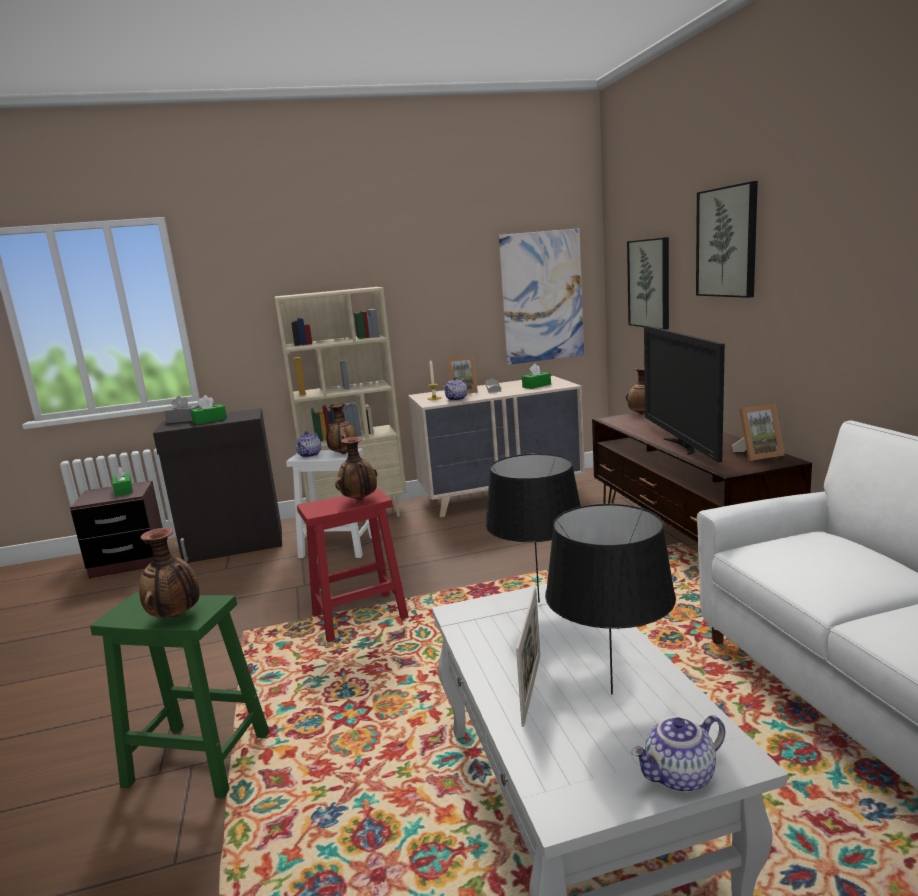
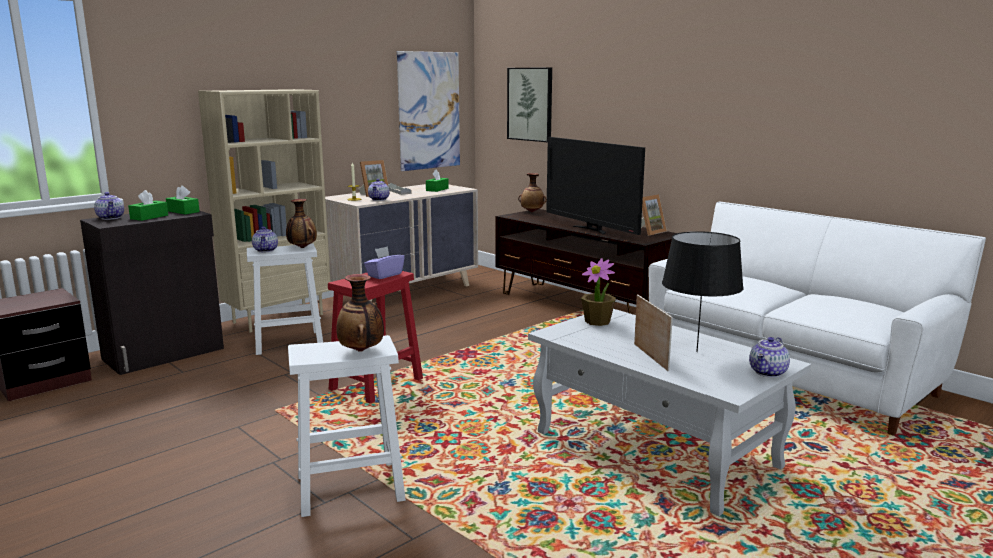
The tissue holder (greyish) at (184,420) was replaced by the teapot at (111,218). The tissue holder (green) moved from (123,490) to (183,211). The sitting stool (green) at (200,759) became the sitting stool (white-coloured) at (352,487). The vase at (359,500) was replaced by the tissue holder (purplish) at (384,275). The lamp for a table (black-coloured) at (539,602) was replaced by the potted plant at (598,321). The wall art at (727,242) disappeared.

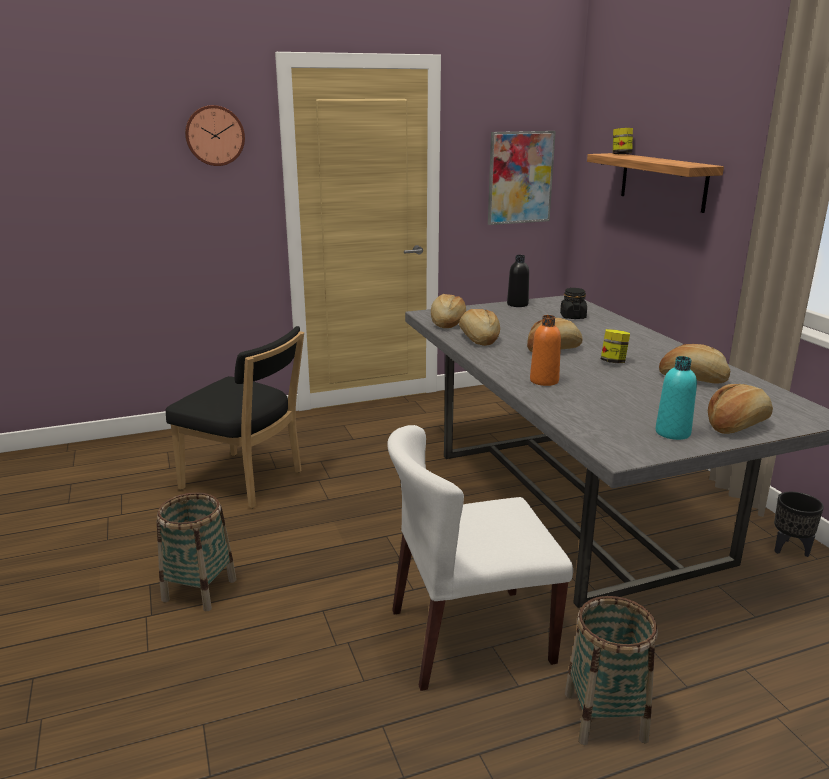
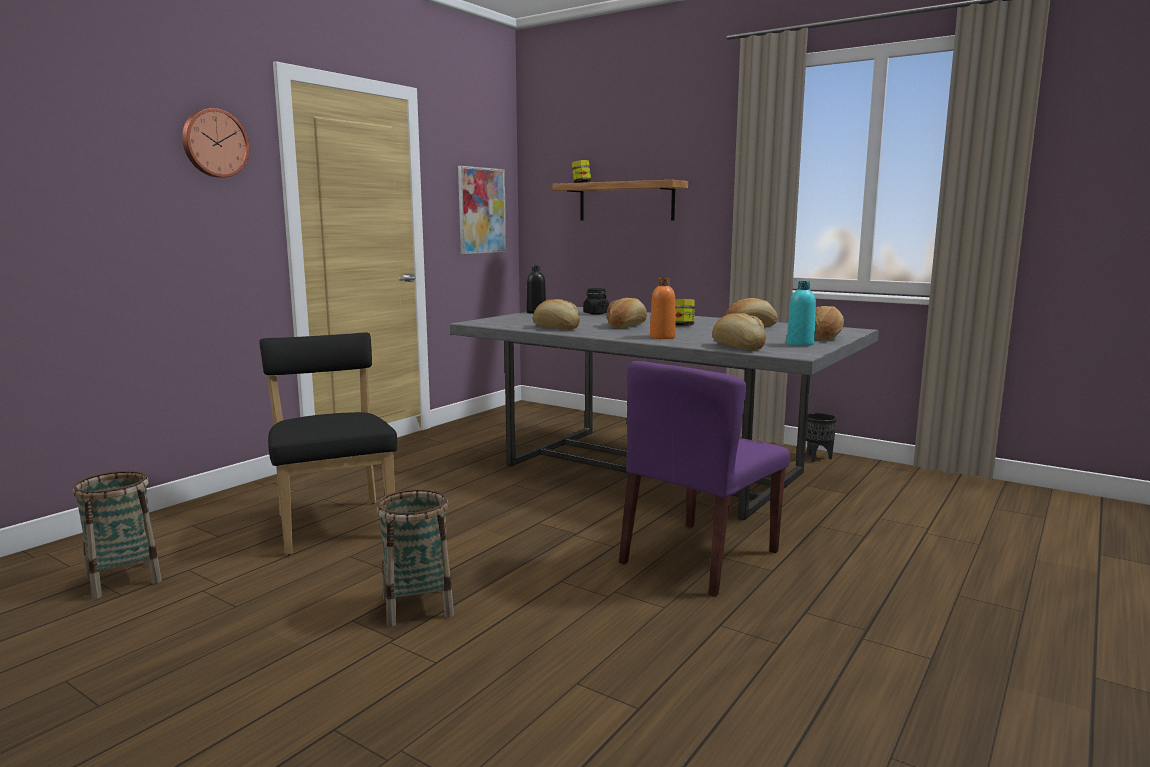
The household basket moved from (605,716) to (123,580). The chair (black-coloured) at (246,481) turned 105 degrees counterclockwise. The chair (white-coloured) at (469,636) became the chair (purplish) at (699,557). The bakery bread moved from (446,322) to (738,347).

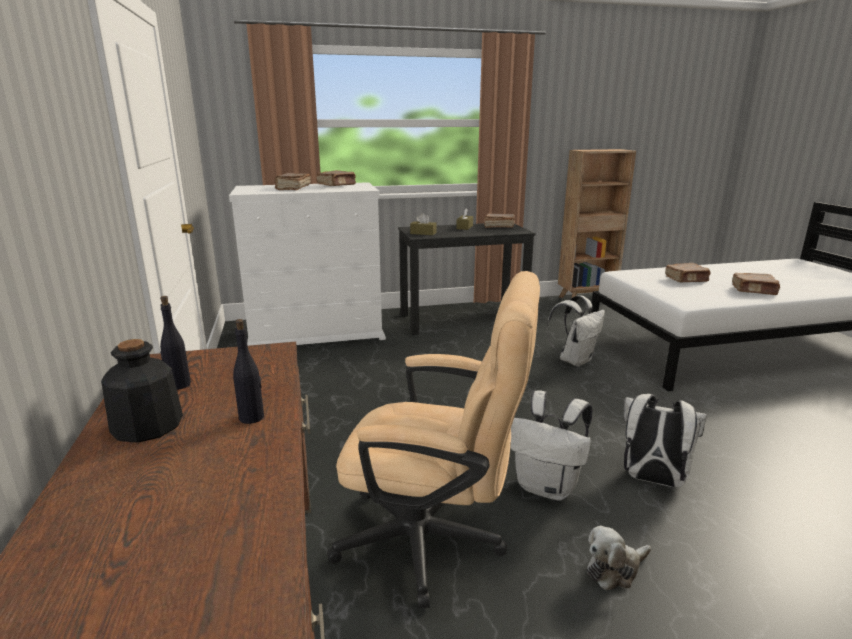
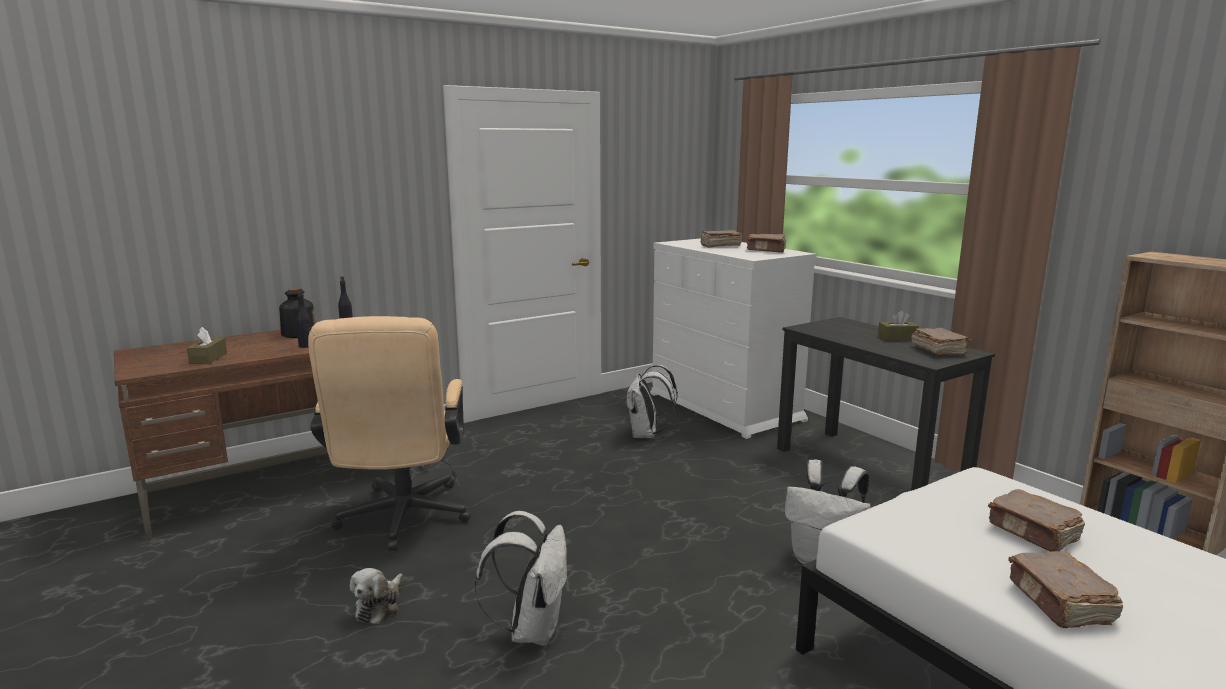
The tissue holder (brownish) moved from (423,233) to (208,358). The soft toy at (615,569) turned 120 degrees counterclockwise. The backpack (white-coloured) moved from (547,487) to (647,435).

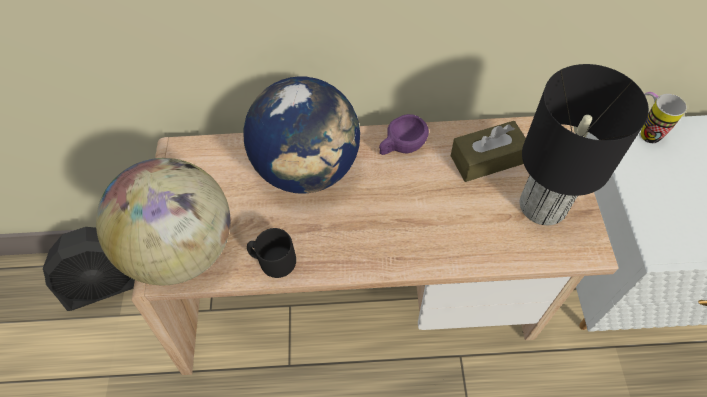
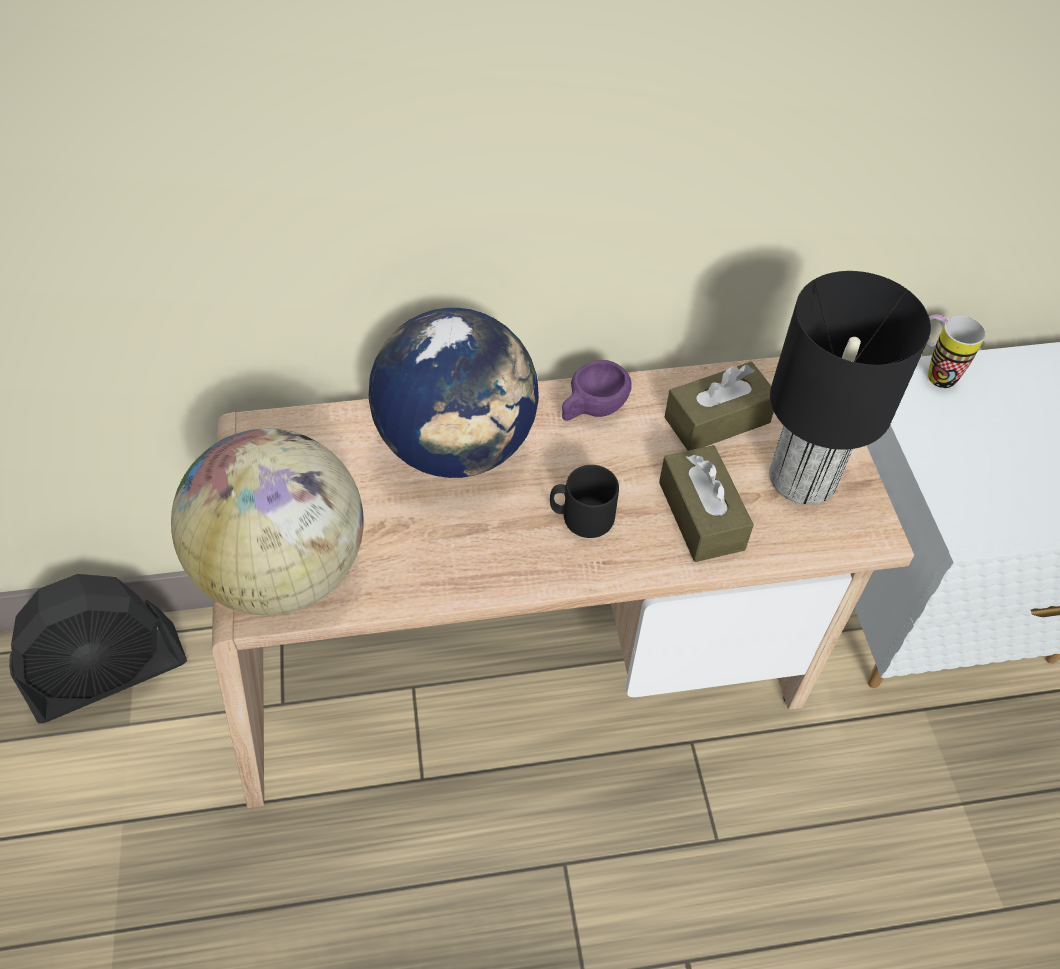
The tea mug (black-coloured) moved from (273,261) to (581,517). The tissue holder (brownish) at (701,515) appeared.

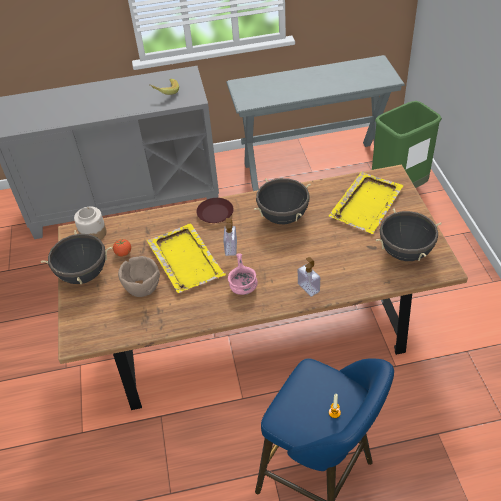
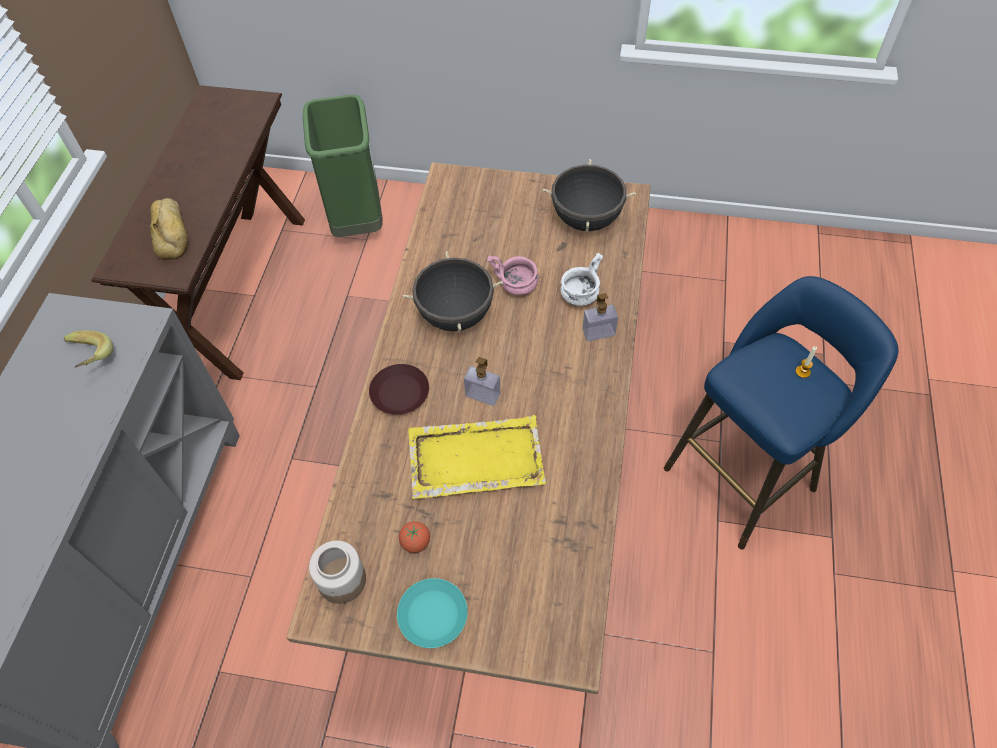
The narrow table (greyish) at (312,165) became the narrow table (brownish) at (242,290). The bakery bread at (172,232) appeared. The saucepot (black-coloured) at (83,274) was replaced by the plate (turquoise-coloured) at (432,615). The serving bowl (pinkish) moved from (243,287) to (517,286). The serving bowl (white-coloured) at (579,295) appeared. The serving bowl (brownish) at (142,287) disappeared. The carrying tray (yellow-coloured) at (366,203) disappeared.

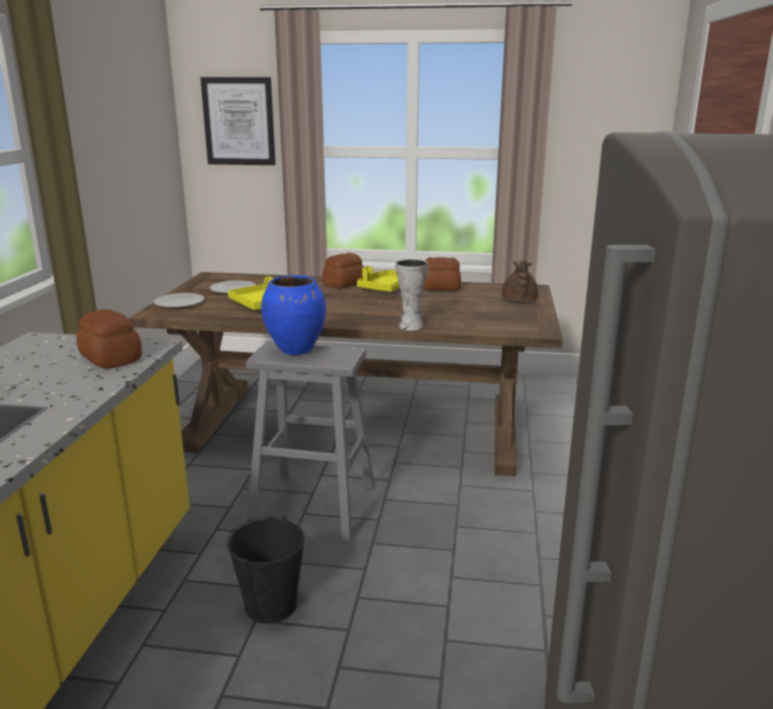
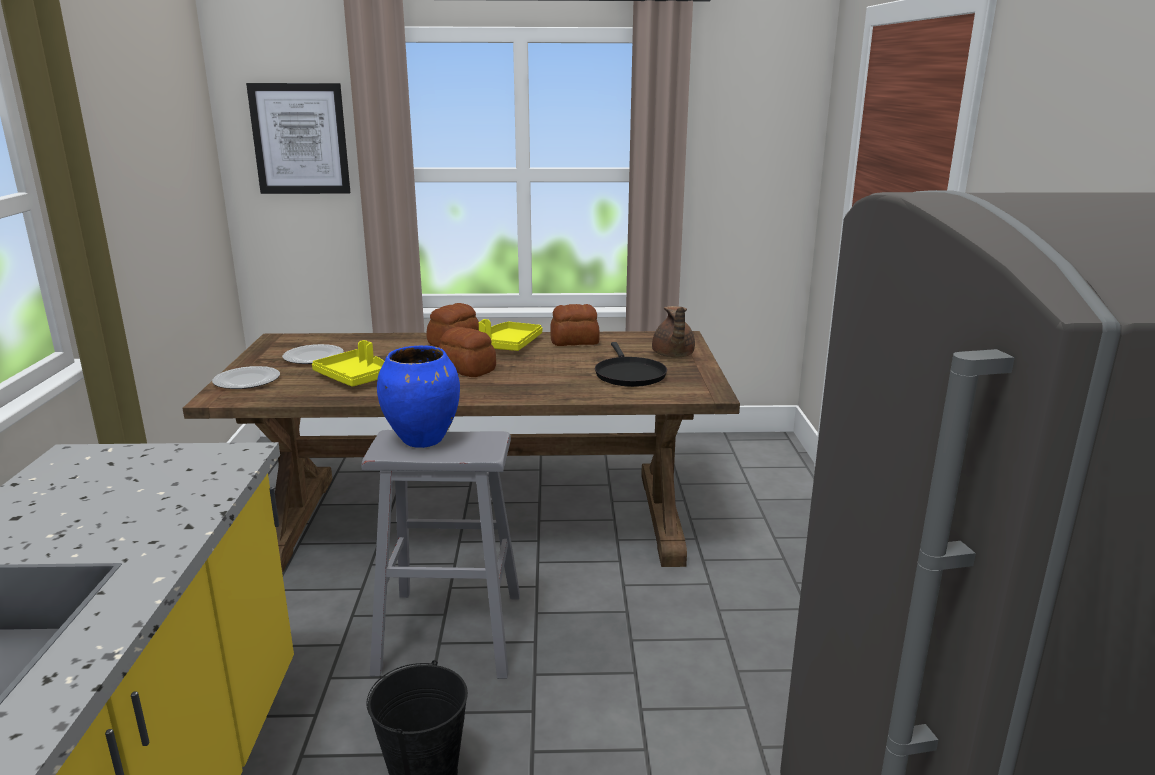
The bakery bread moved from (111,358) to (467,369). The pan (black-coloured) at (628,374) appeared. The vase at (409,326) disappeared.

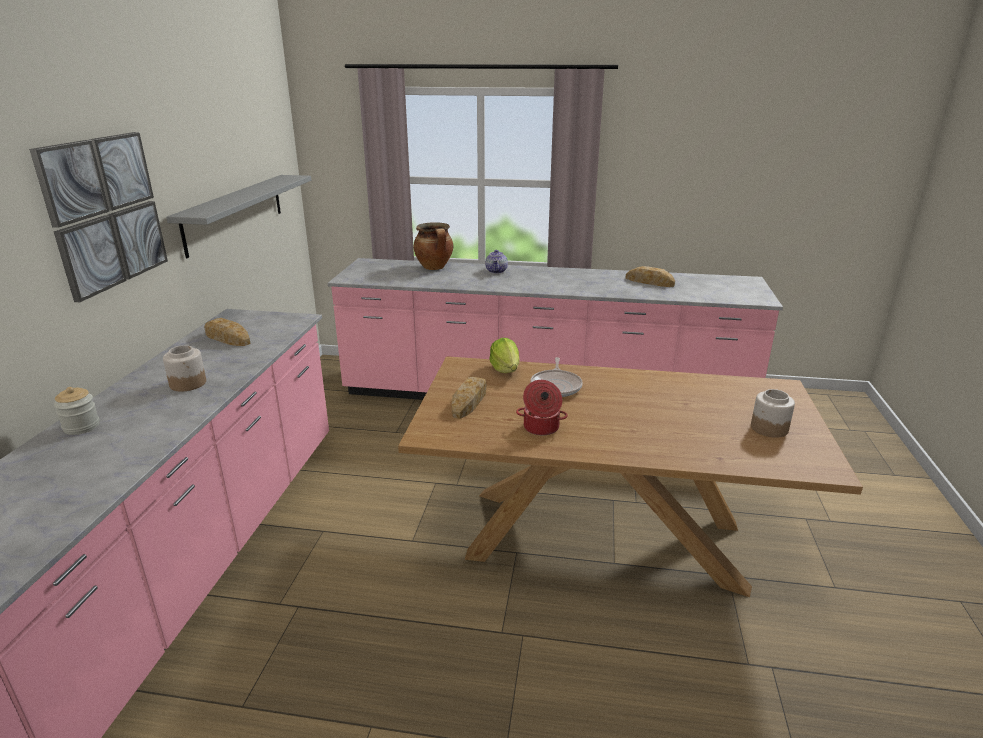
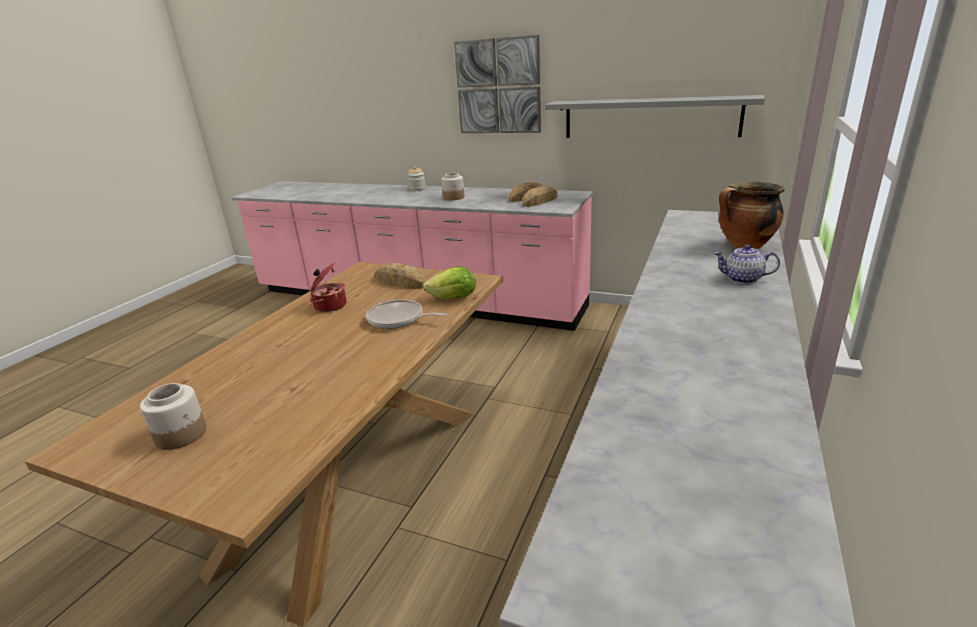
The bakery bread moved from (649,281) to (540,201).

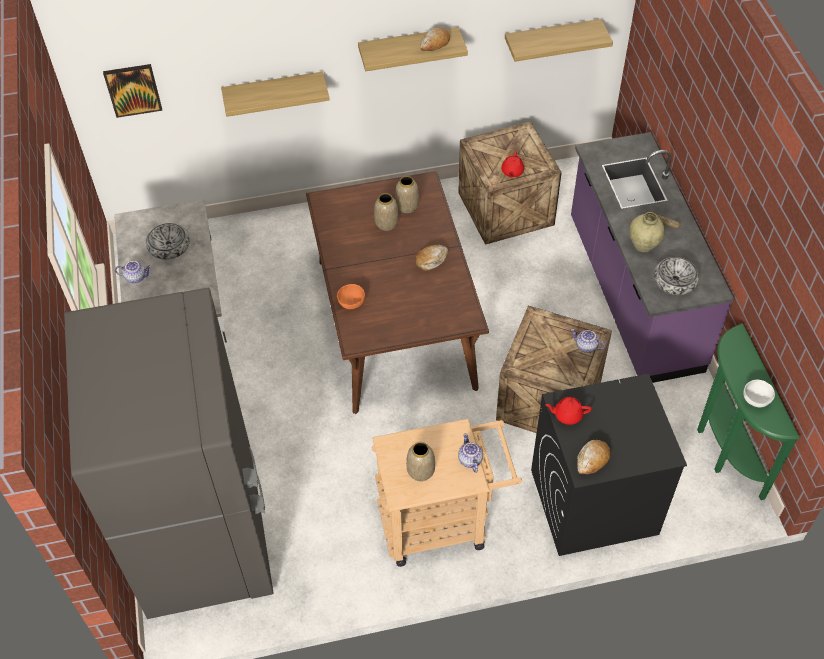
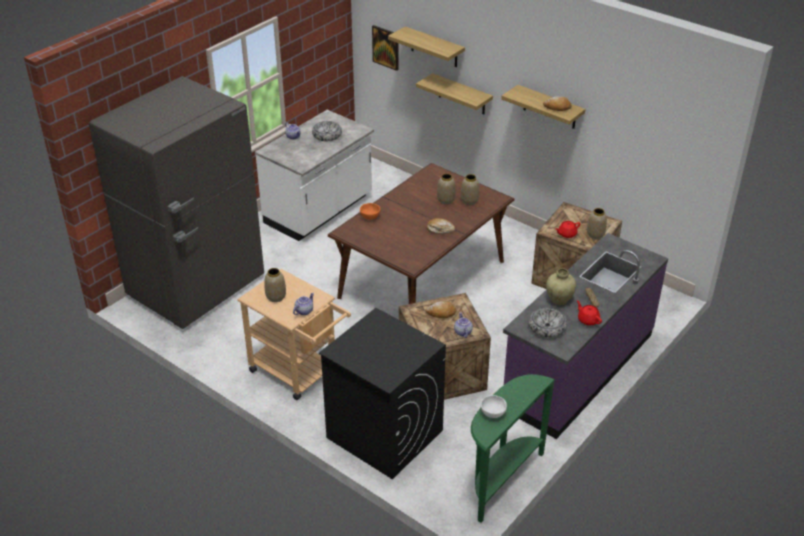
The wall shelf moved from (551,39) to (434,47). The bakery bread moved from (592,459) to (441,313). The teapot (reddish) moved from (567,415) to (588,320). The vase at (595,235) appeared.

